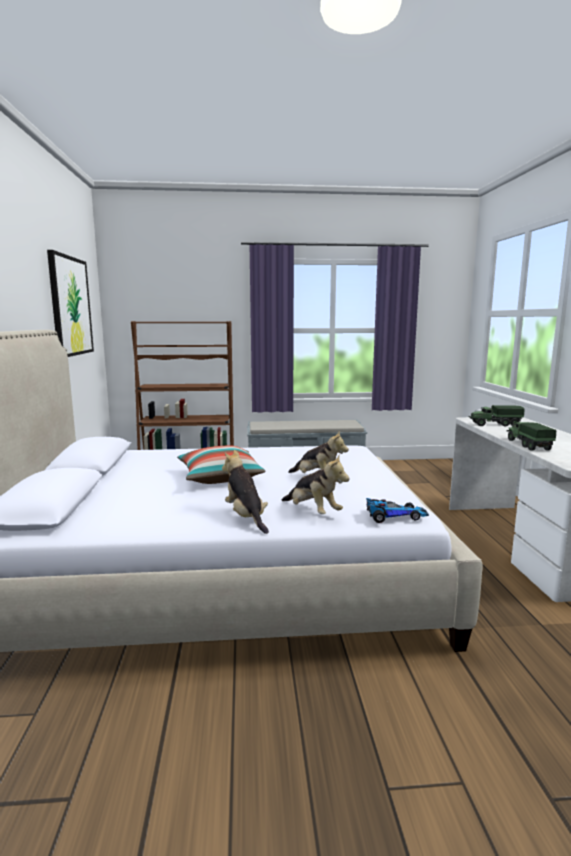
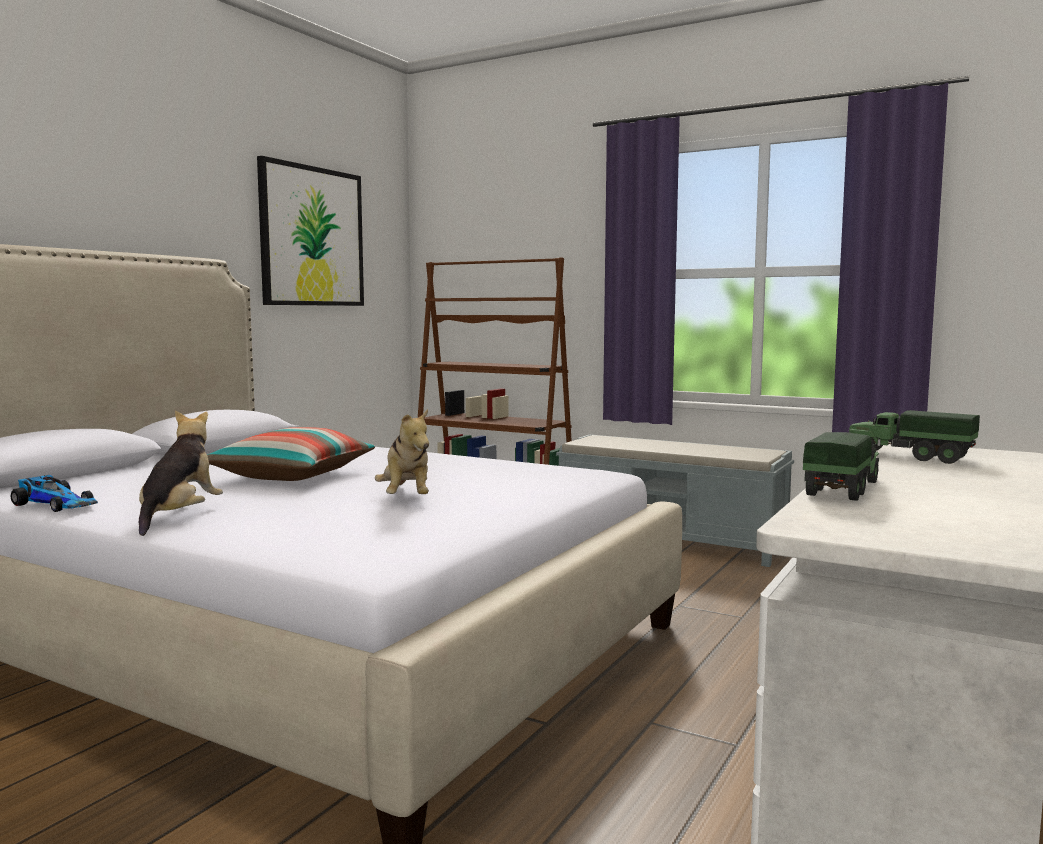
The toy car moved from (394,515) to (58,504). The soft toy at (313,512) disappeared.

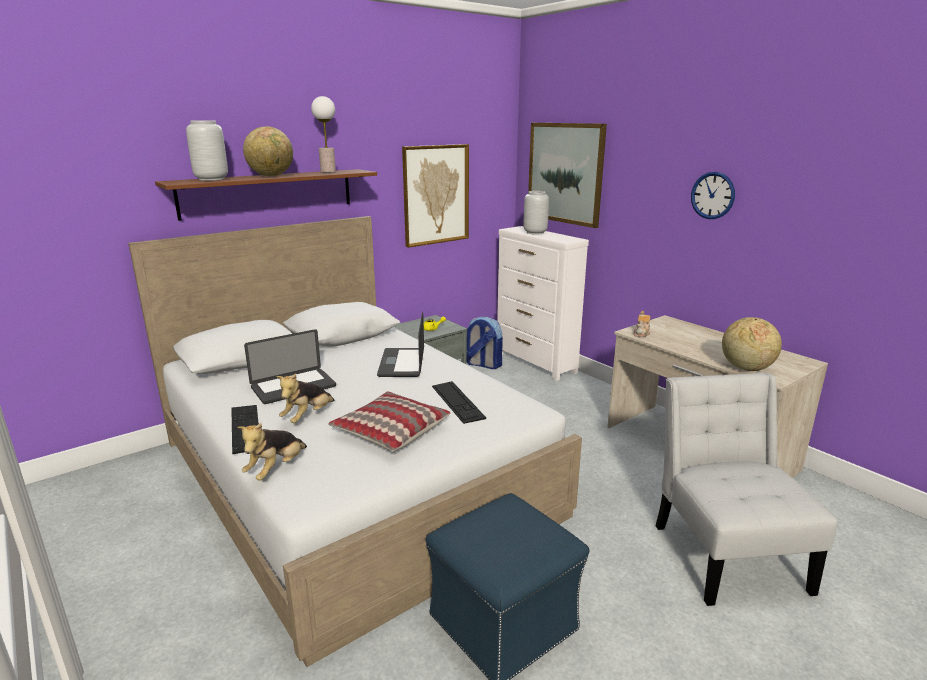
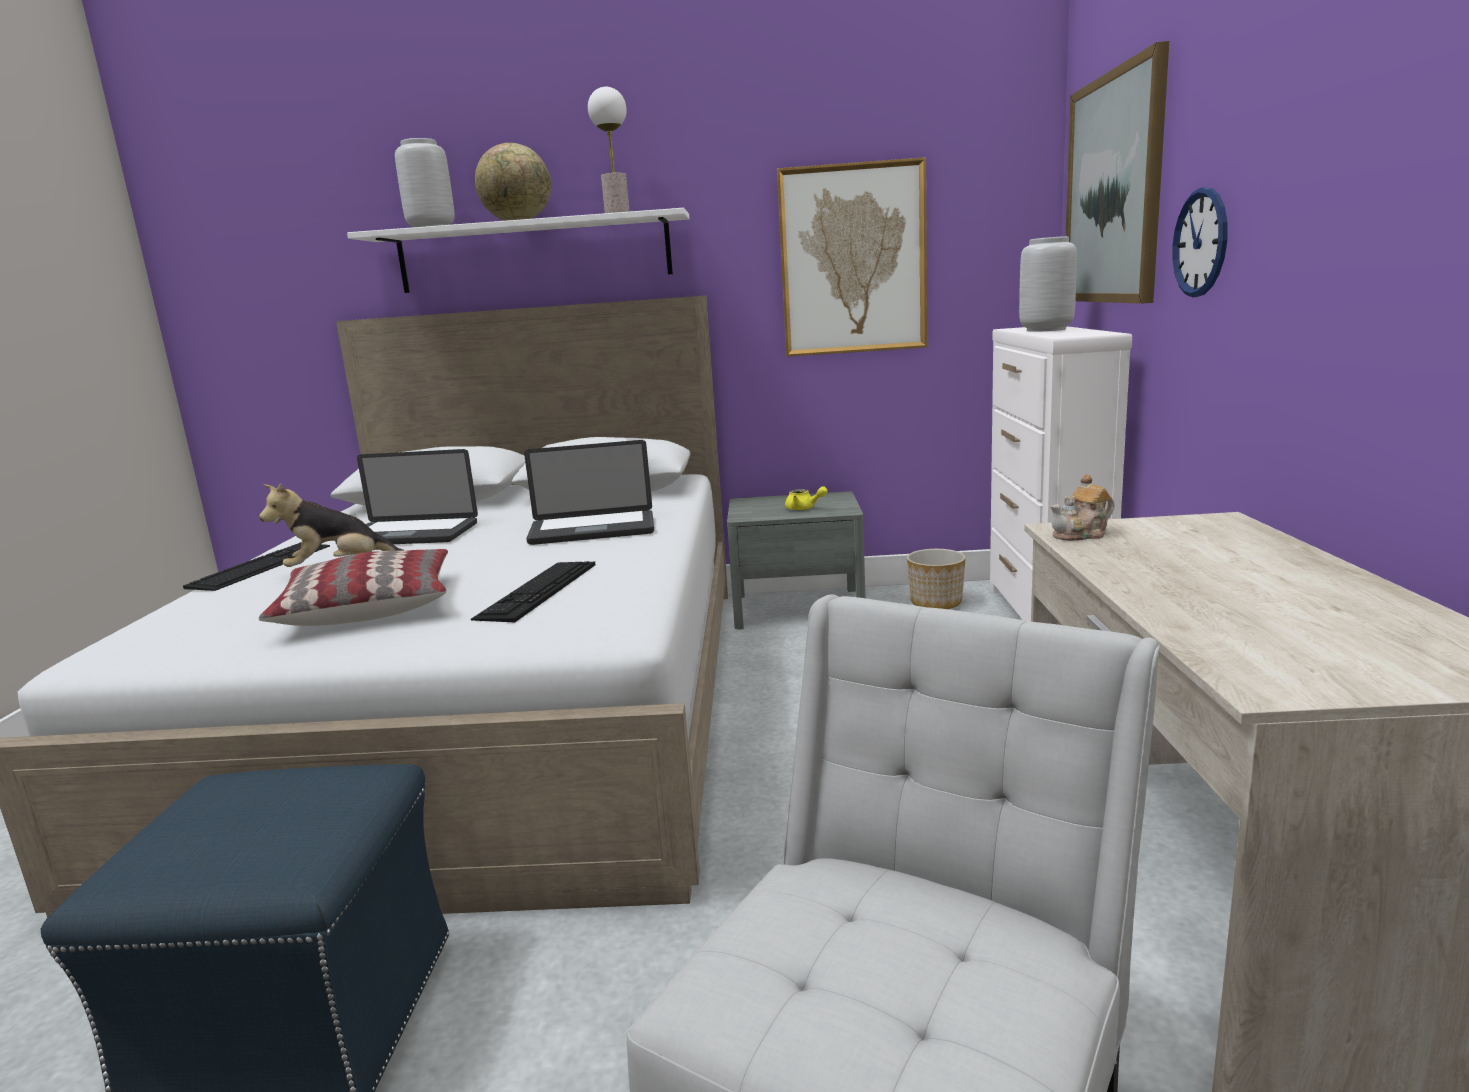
The wall shelf (brownish) at (268,193) became the wall shelf (white-coloured) at (534,254). The laptop at (402,363) turned 135 degrees counterclockwise. The backpack at (483,364) was replaced by the planter at (935,602). The hanging clock moved from (712,195) to (1200,243). The soft toy at (276,469) disappeared. The desk globe at (746,368) disappeared.

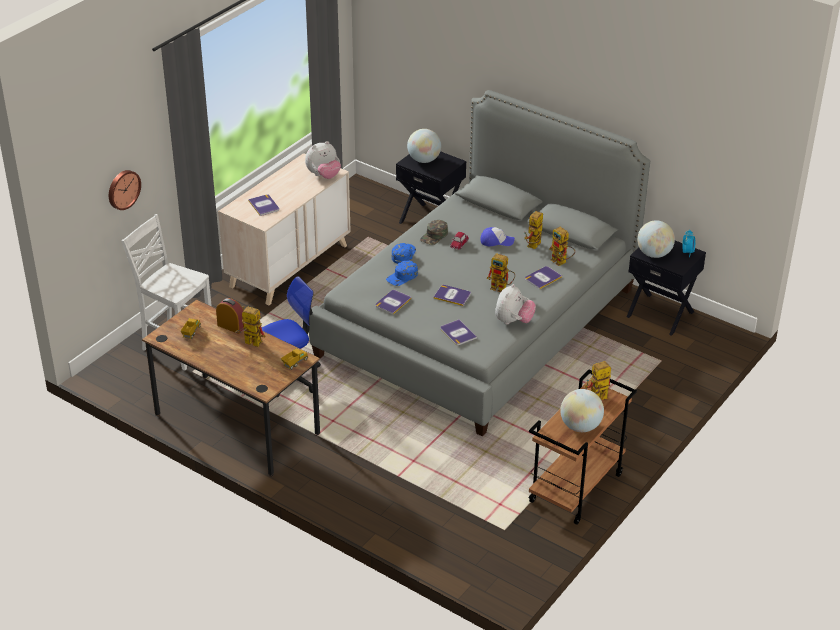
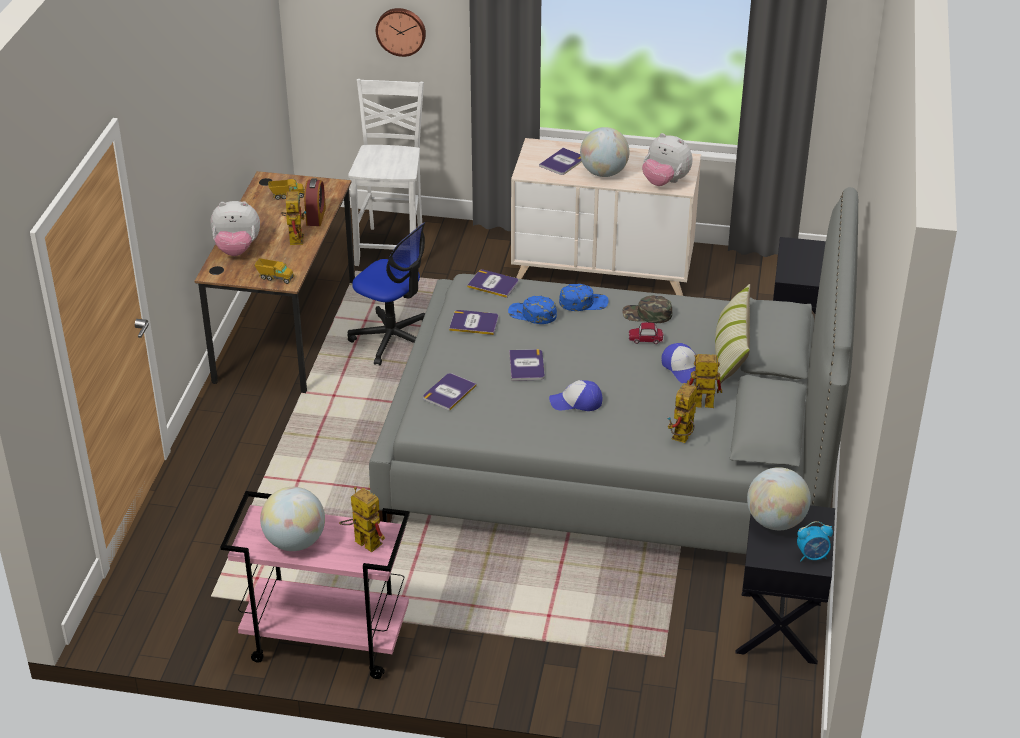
The soft toy moved from (513,321) to (237,250). The wheeled cart (brownish) at (576,489) became the wheeled cart (pinkish) at (325,642). The bound book moved from (543,278) to (493,284). The robot figure at (502,288) was replaced by the peaked cap at (576,402). The desk globe moved from (424,160) to (603,173). The cushion at (730,353) appeared.

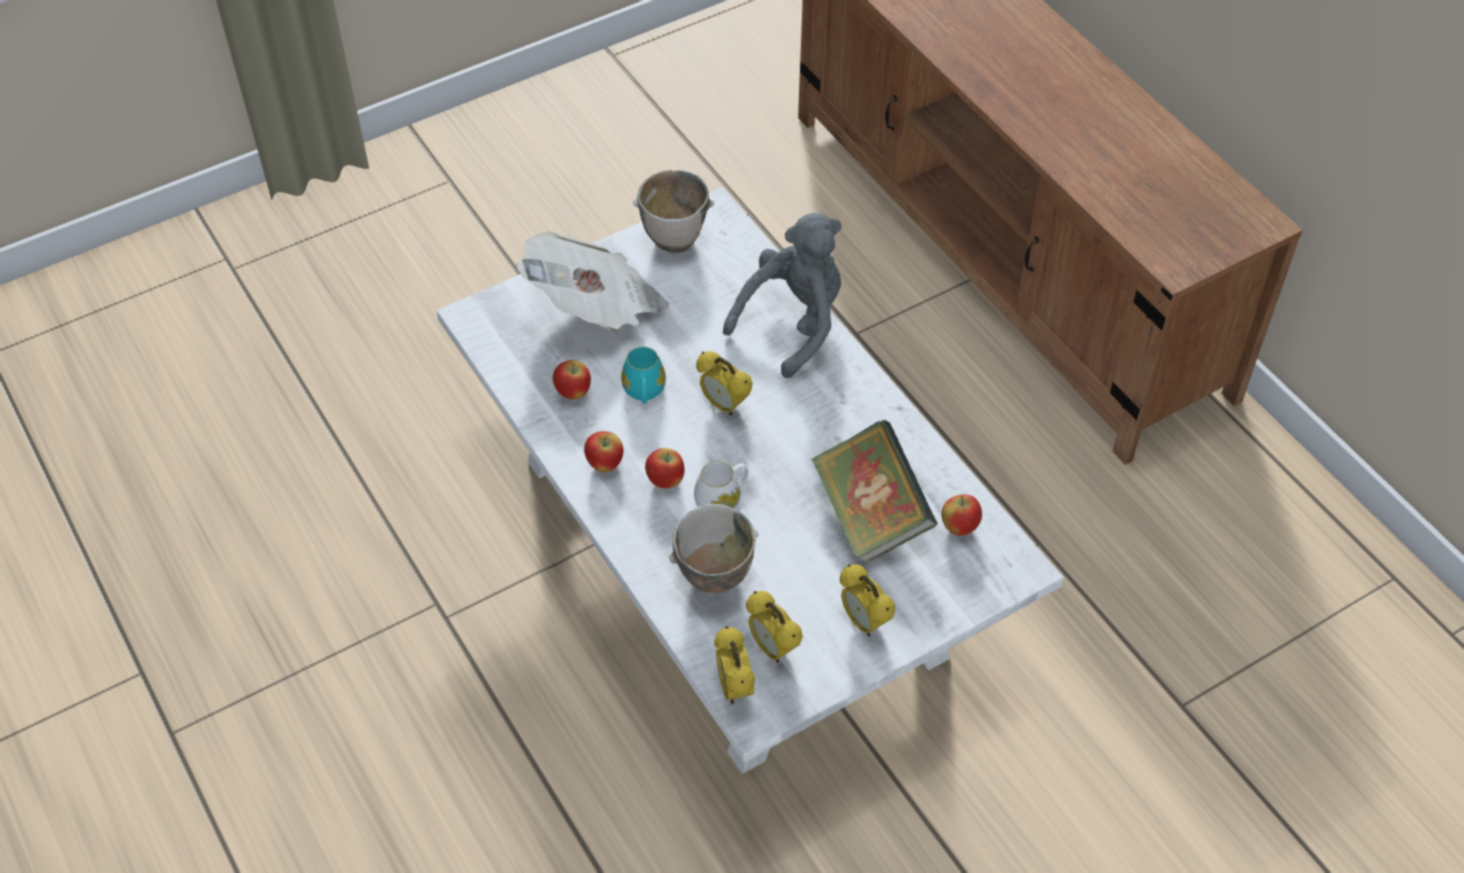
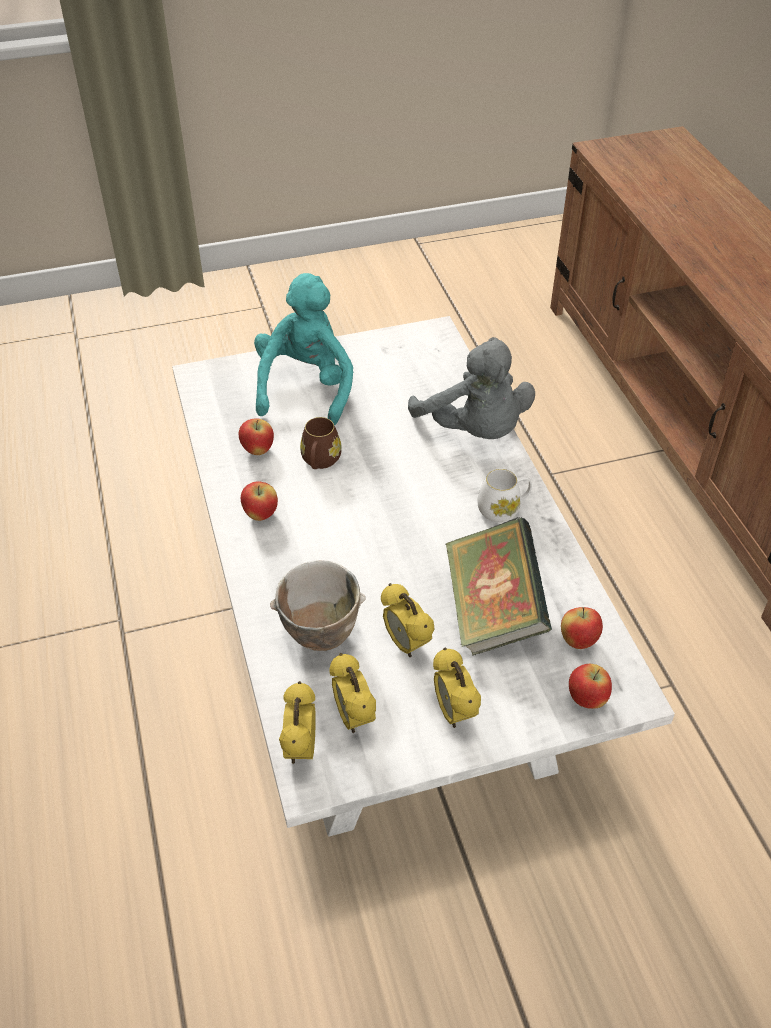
The printed paper at (596,307) was replaced by the soft toy (turquoise-coloured) at (306,387). The tea mug (turquoise-coloured) at (644,392) became the tea mug (brownish) at (320,462). The table clock moved from (724,405) to (406,644). The soft toy (greyish) at (793,323) turned 90 degrees clockwise. The tea mug (white-coloured) moved from (722,499) to (503,509). The apple fruit moved from (665,481) to (586,699). The serving bowl at (677,241) disappeared.

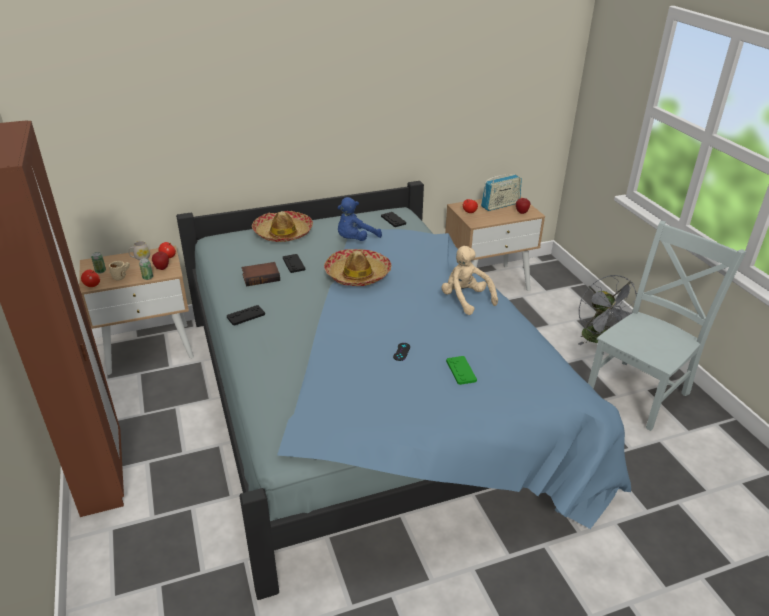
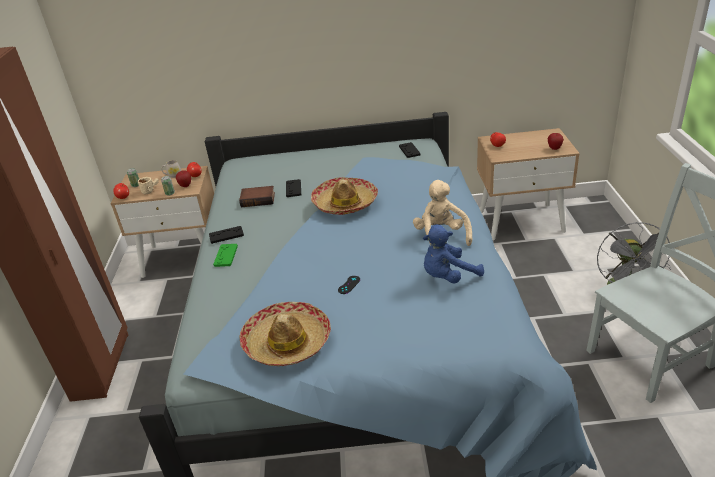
The gamepad (green) moved from (461,371) to (226,256). The clothing hat moved from (282,233) to (287,342). The soft toy (blue-coloured) moved from (355,240) to (448,276). The radio set at (500,205) disappeared.

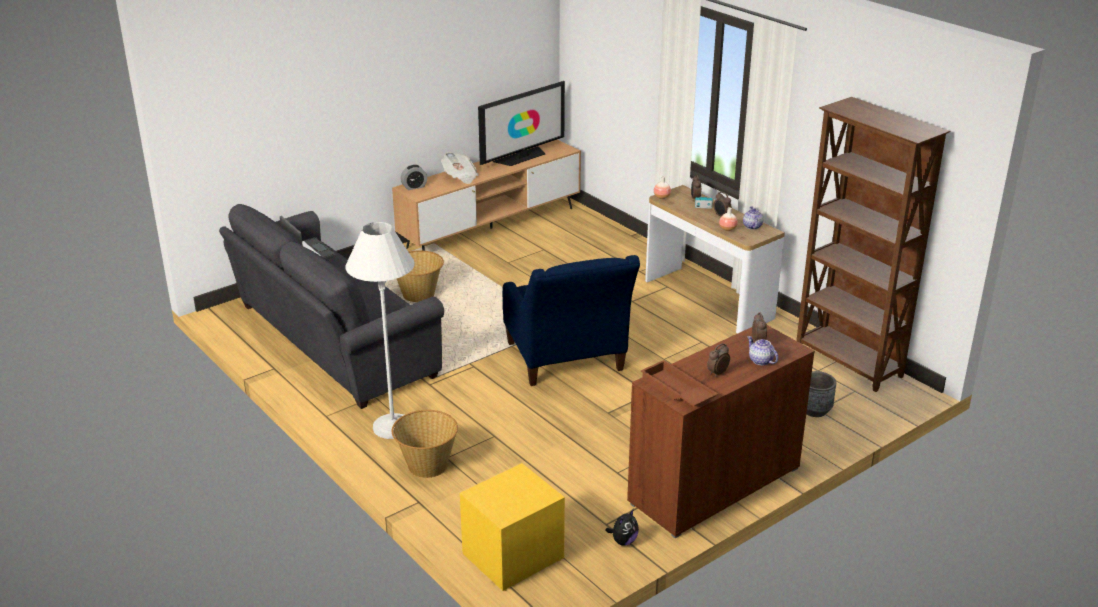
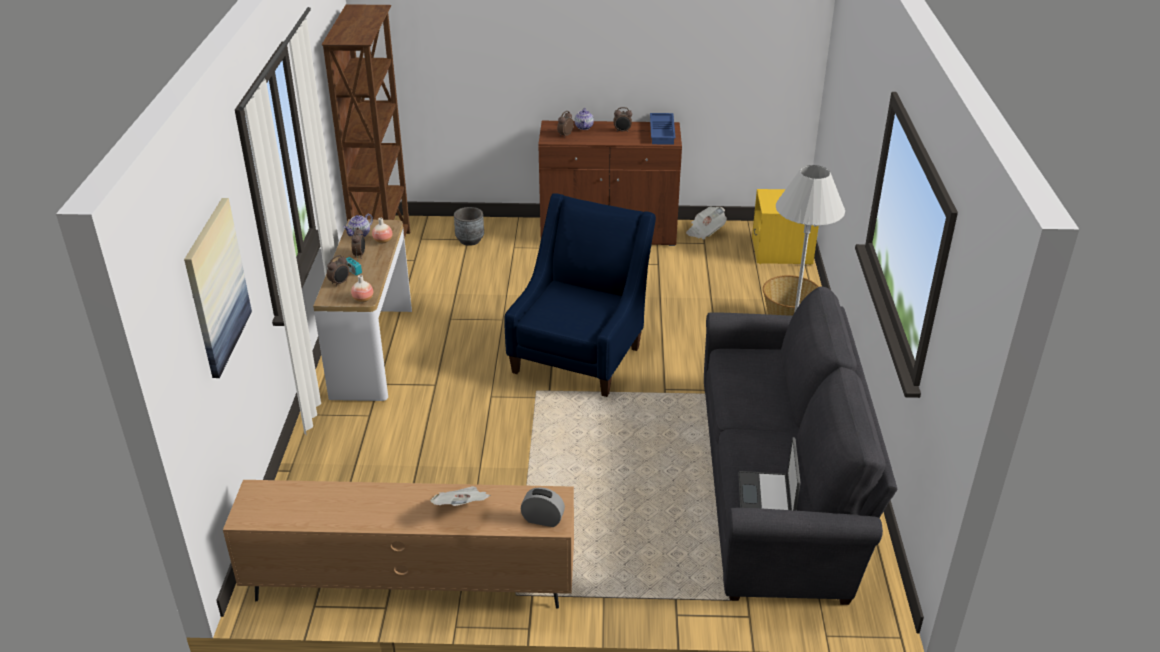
The wall art at (216,287) appeared. The carrying tray (brownish) at (676,391) became the carrying tray (blue-coloured) at (663,132). The soft toy at (623,541) was replaced by the printed paper at (705,232). The household basket at (419,295) disappeared. The TV set at (522,157) disappeared.

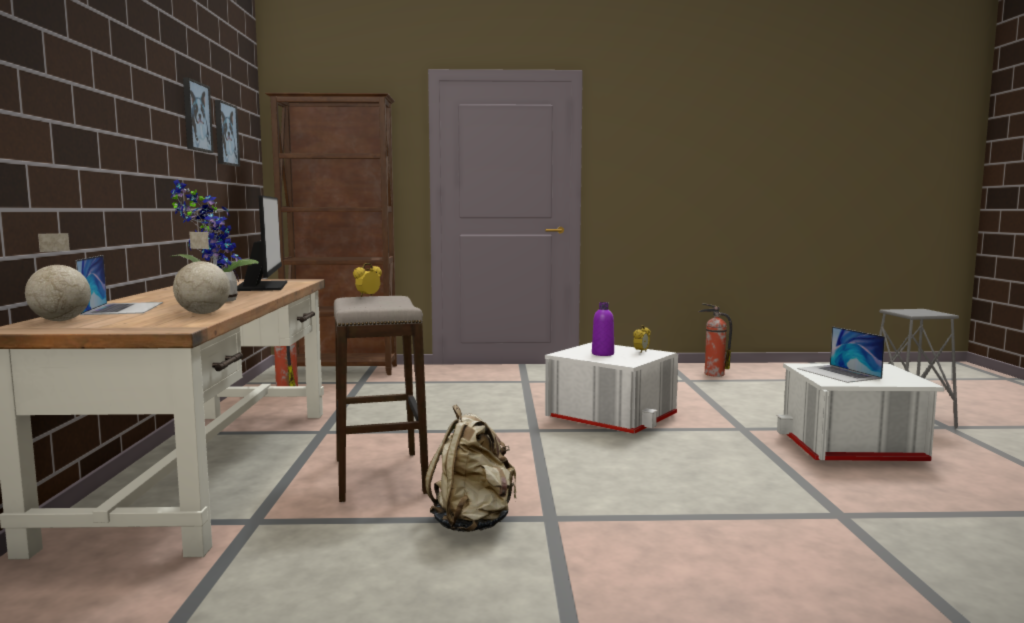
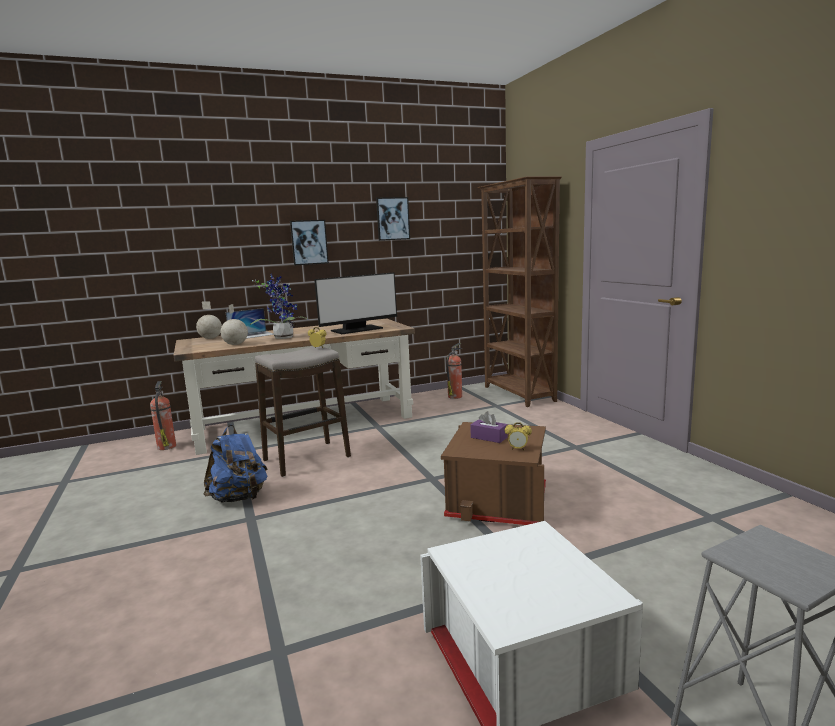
The fire extinguisher moved from (713,374) to (167,446). The backpack (beige-coloured) at (473,523) became the backpack (blue-coloured) at (239,498). The wall art moved from (225,134) to (309,242). The storage container (white-coloured) at (611,417) became the storage container (brownish) at (498,500). The drink bottle (purplish) at (603,354) was replaced by the tissue holder (purplish) at (489,437). The laptop at (838,373) disappeared.

